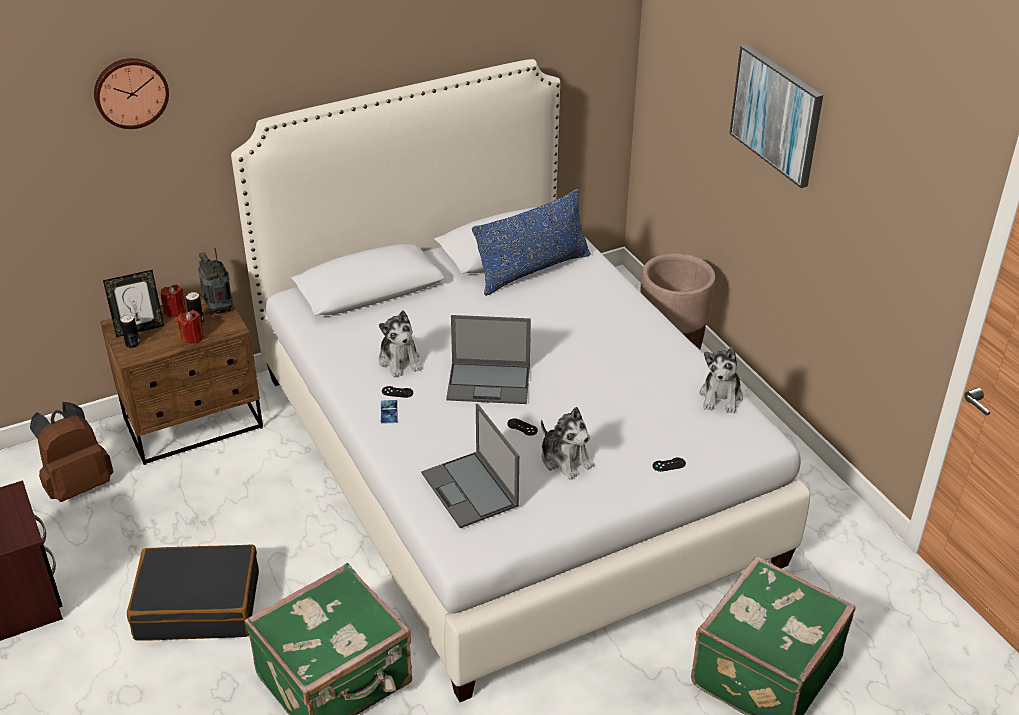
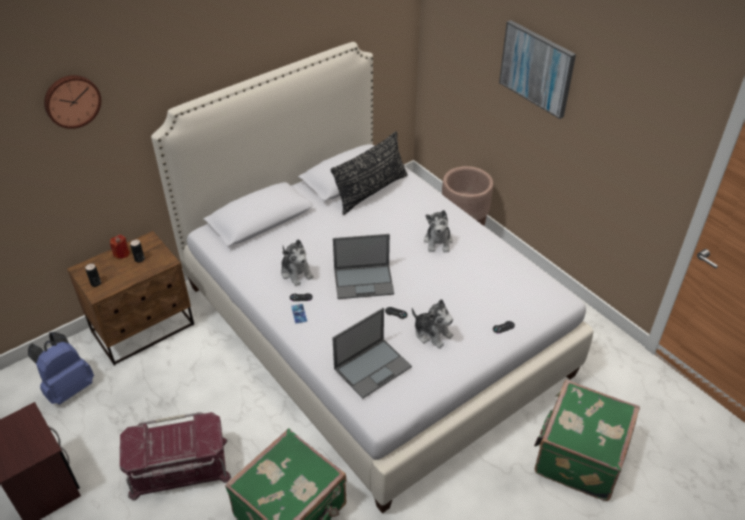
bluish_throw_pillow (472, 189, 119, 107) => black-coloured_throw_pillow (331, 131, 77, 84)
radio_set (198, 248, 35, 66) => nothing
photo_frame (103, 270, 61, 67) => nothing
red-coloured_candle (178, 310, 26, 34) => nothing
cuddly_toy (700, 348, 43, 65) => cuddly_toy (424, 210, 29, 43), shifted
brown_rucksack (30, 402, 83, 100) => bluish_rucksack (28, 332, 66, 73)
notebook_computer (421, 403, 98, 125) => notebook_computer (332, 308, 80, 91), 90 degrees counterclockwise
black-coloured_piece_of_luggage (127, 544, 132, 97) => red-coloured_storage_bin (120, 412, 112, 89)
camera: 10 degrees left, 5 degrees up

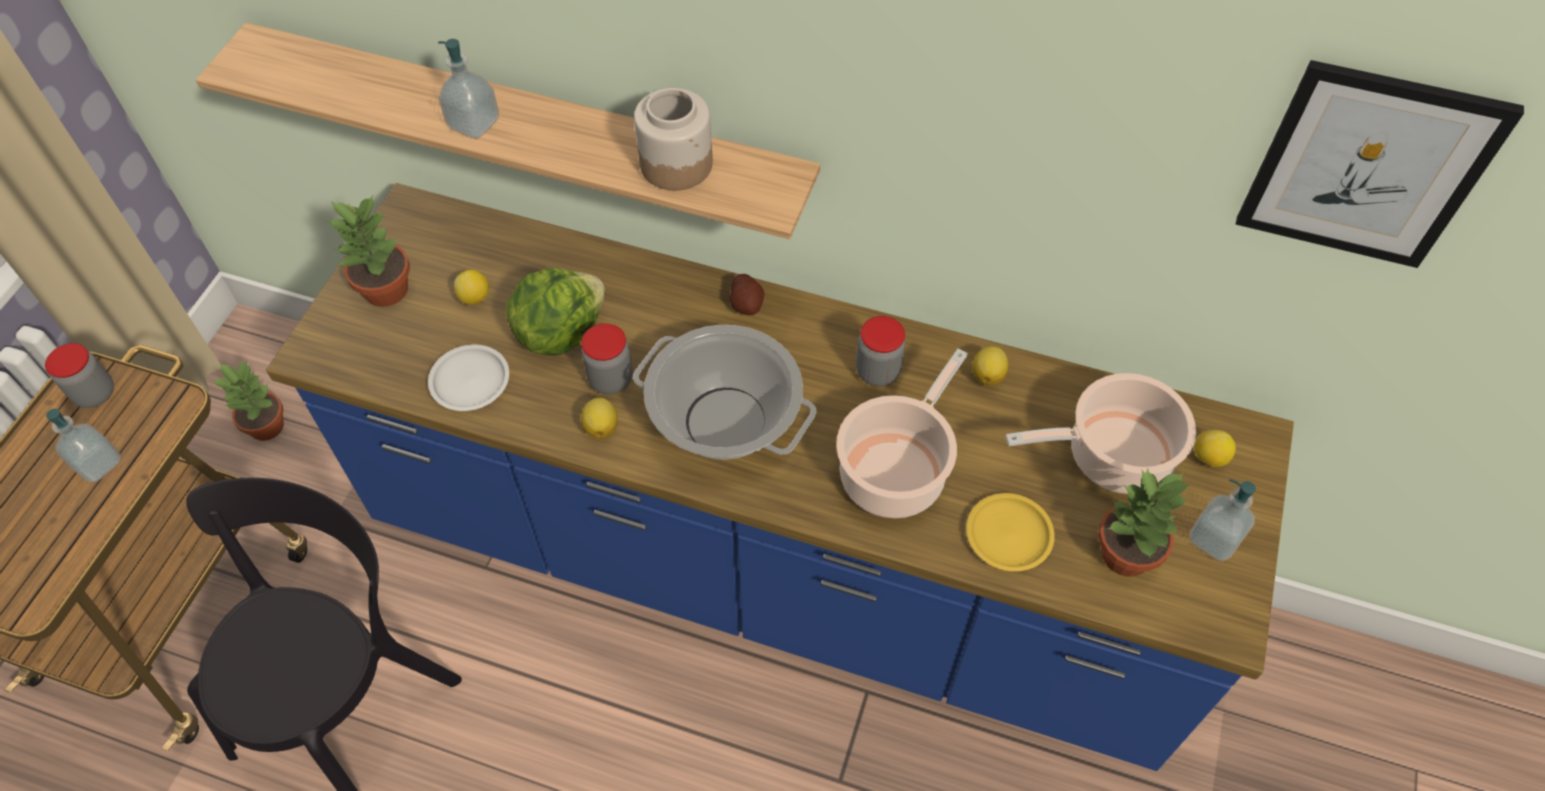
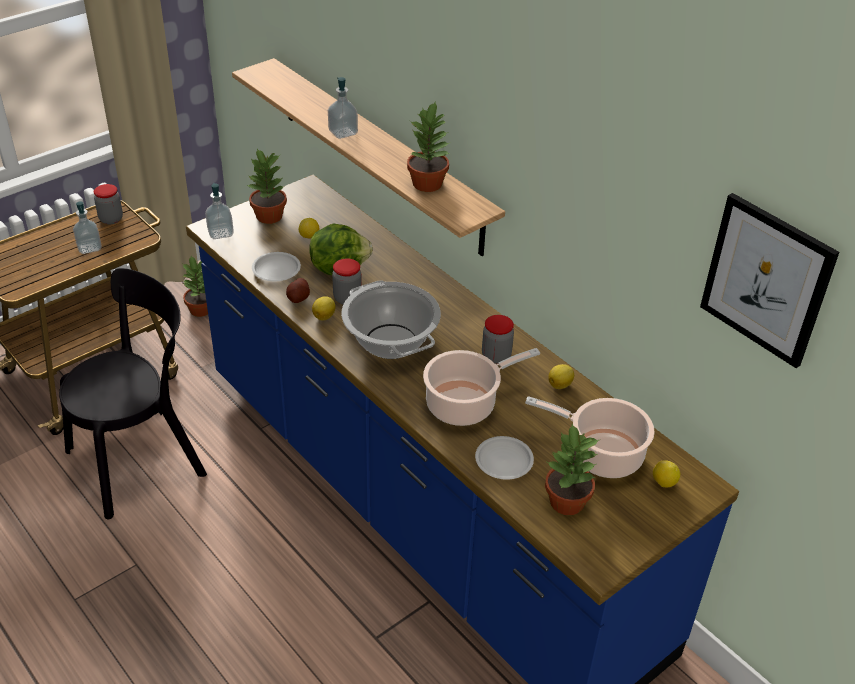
jar (634, 88, 79, 103) => houseplant (407, 101, 44, 91)
whole_potato (730, 274, 35, 41) => whole_potato (286, 278, 24, 25), shifted
liquid_soap_bottle (1189, 479, 67, 82) => liquid_soap_bottle (205, 183, 29, 56), shifted
yellowish_flat_dish (967, 493, 88, 78) => white_flat_dish (475, 436, 59, 44)
camera: 30 degrees right, 15 degrees down

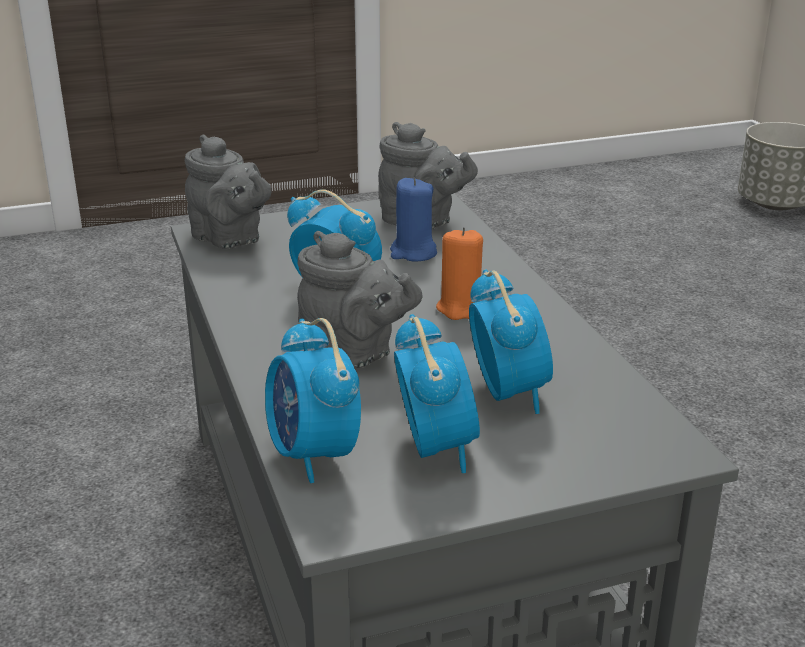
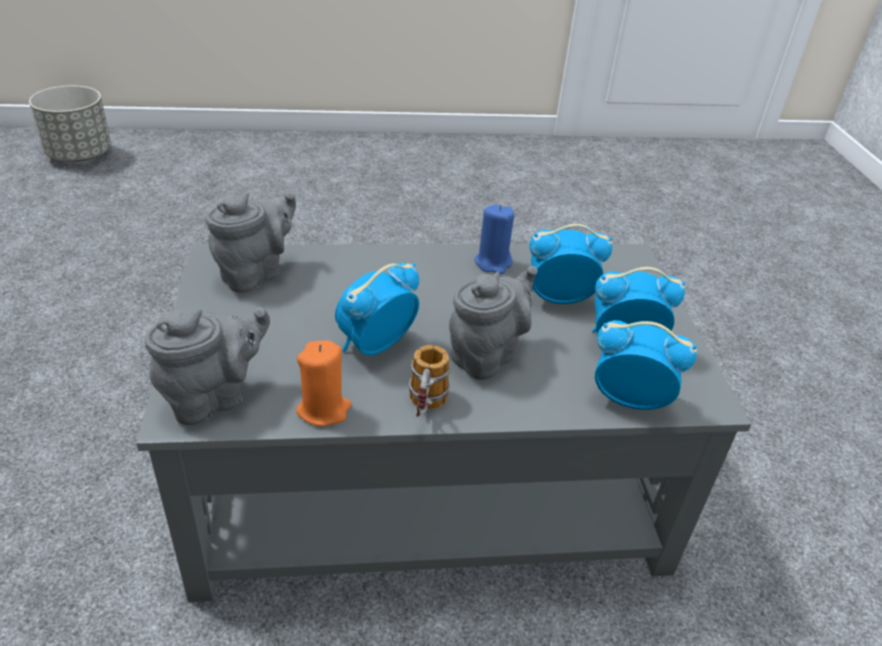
bluish_candle (390, 178, 47, 83) => bluish_candle (475, 204, 39, 70), shifted
orangey_candle (436, 227, 47, 93) => orangey_candle (296, 340, 55, 86), shifted
bedside_clock (265, 318, 96, 165) => bedside_clock (595, 320, 102, 90), 150 degrees counterclockwise
nothing => tea_mug (409, 345, 42, 72)
camera: 80 degrees left, 10 degrees up

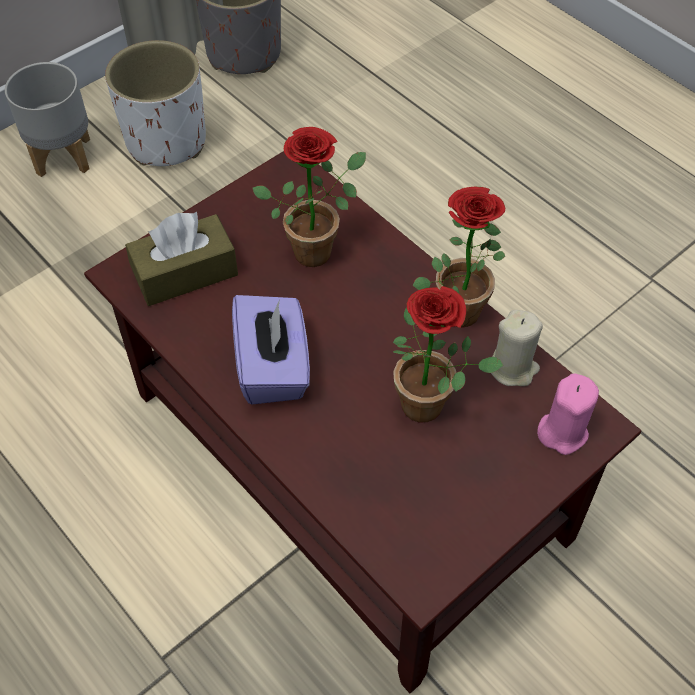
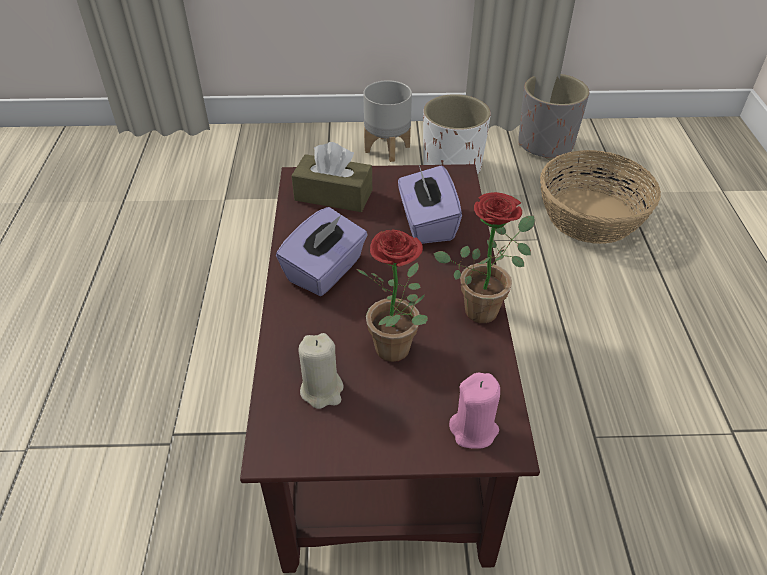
houseplant (252, 127, 114, 140) => purple-coloured_tissue_box (398, 165, 64, 79)
beige-coloured_candle (491, 310, 52, 76) => beige-coloured_candle (298, 333, 46, 76), shifted
nothing => basket (540, 150, 121, 94)
camera: 40 degrees right, 10 degrees down

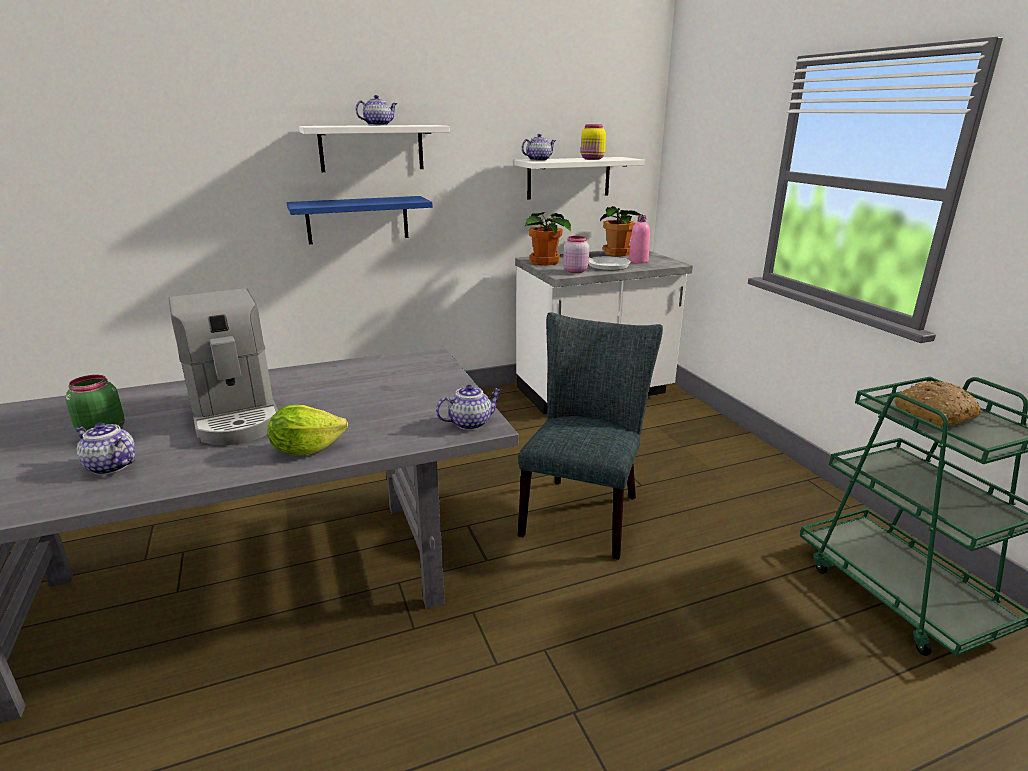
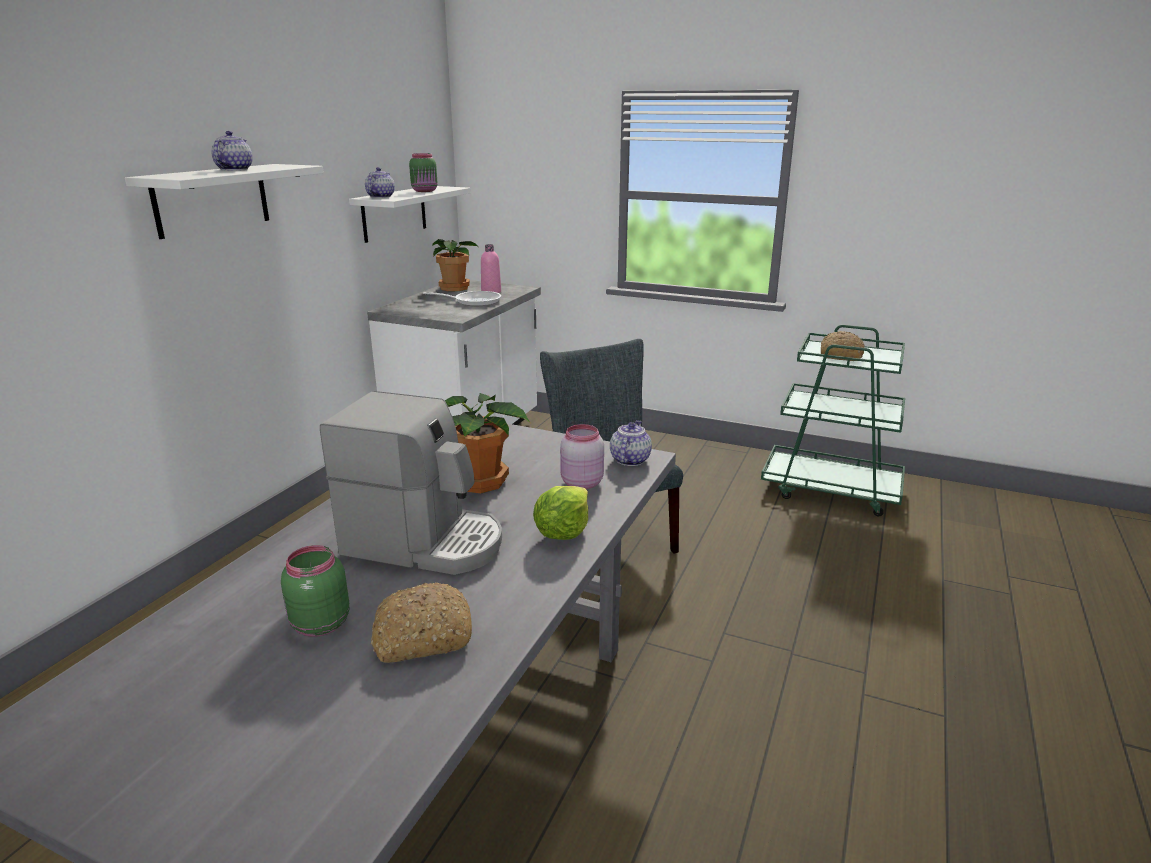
yellowish_jar (581, 124, 25, 36) => green_jar (409, 153, 29, 39)
bluish_wall_shelf (287, 196, 146, 48) => nothing
houseplant (524, 212, 47, 54) => houseplant (445, 393, 85, 100), shifted
pink_jar (563, 236, 26, 37) => pink_jar (560, 424, 44, 65), shifted
pot_for_tea (75, 423, 60, 52) => bread (371, 582, 101, 81)
camera: 45 degrees left, 0 degrees up

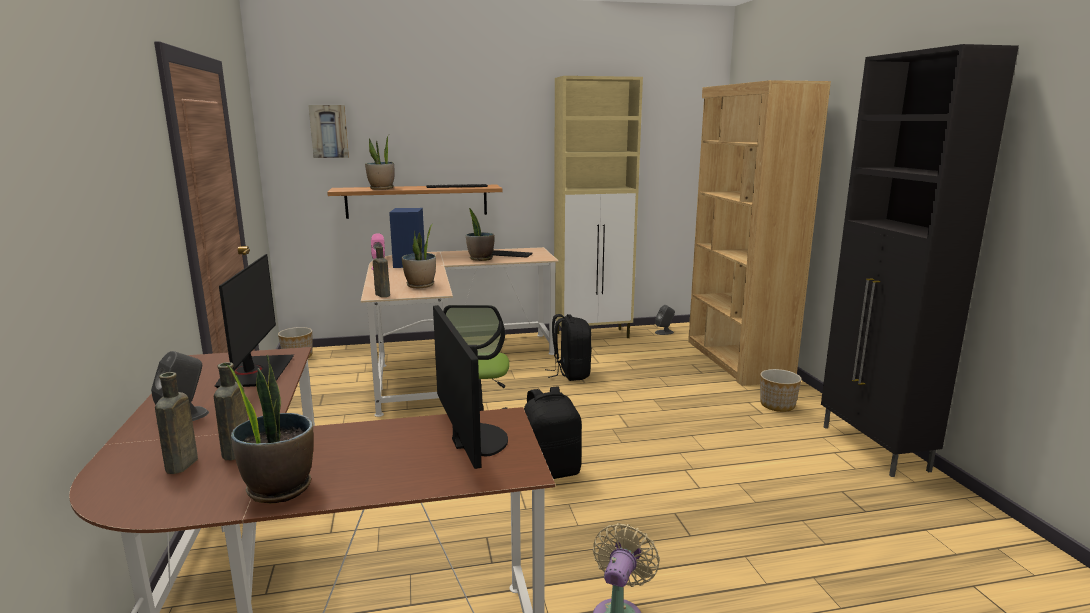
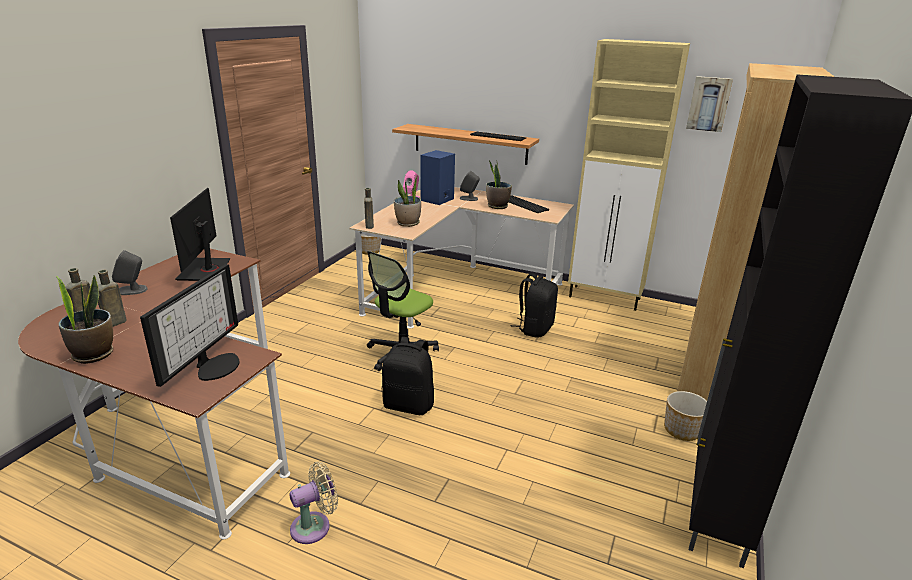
wall_picture (308, 105, 41, 53) => wall_picture (686, 76, 47, 56), shifted
houseplant (365, 136, 30, 54) => nothing
computer_screen (215, 254, 79, 134) => computer_screen (170, 188, 60, 93), 150 degrees clockwise
gray_loudspeaker (655, 305, 20, 30) => gray_loudspeaker (460, 171, 20, 30), shifted
camera: 35 degrees right, 10 degrees up

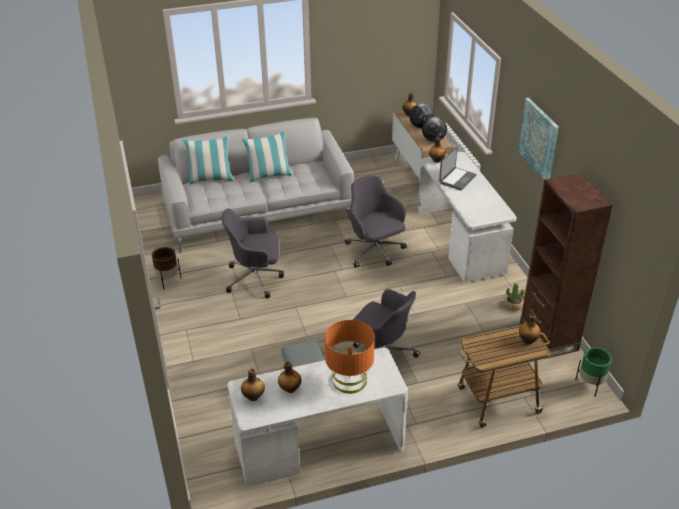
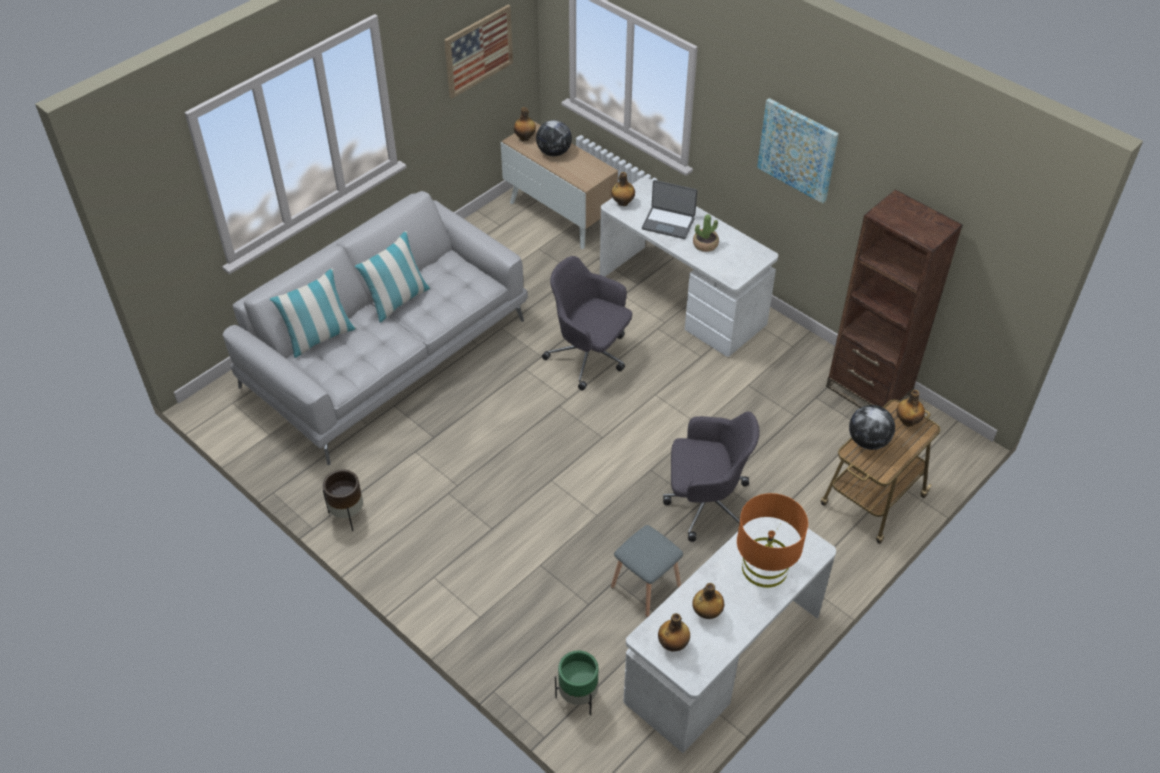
globe (422, 117, 25, 25) => globe (849, 405, 46, 45), shifted
notebook_computer (439, 147, 38, 43) => notebook_computer (642, 180, 55, 59), 105 degrees clockwise
gray_desk_chair (221, 208, 63, 91) => nothing
houseplant (504, 283, 20, 28) => houseplant (693, 215, 26, 37), shifted
green_flower_pot (575, 347, 37, 50) => green_flower_pot (555, 650, 43, 65), shifted
nothing => wall_picture (444, 5, 69, 94)
camera: 30 degrees left, 10 degrees up

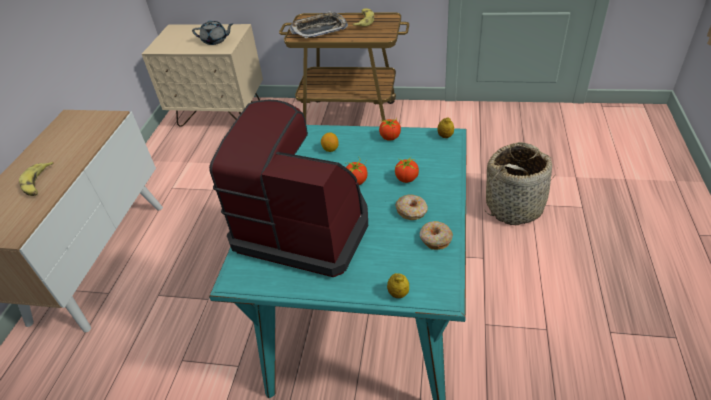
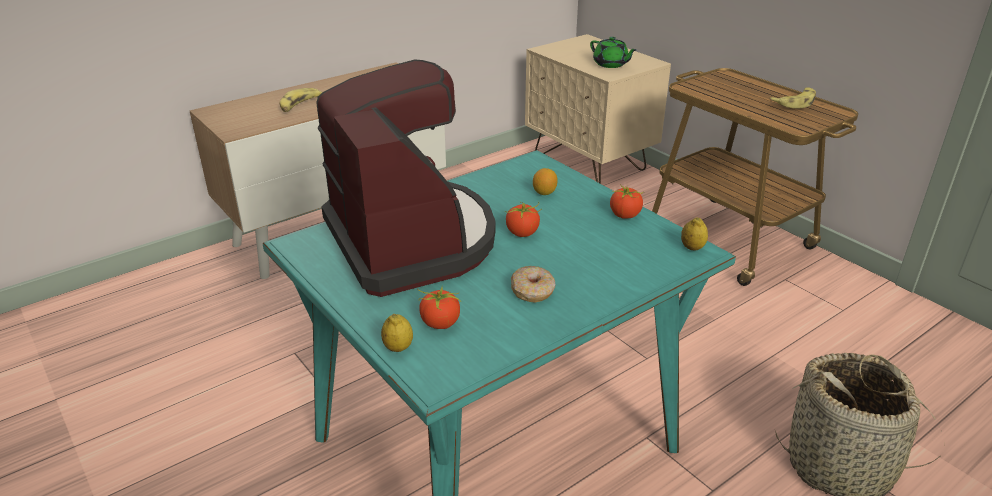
tray (289, 11, 59, 28) => nothing
gray_pot_for_tea (192, 20, 41, 25) => green_pot_for_tea (590, 37, 47, 31)
whole_tomato (394, 157, 25, 26) => whole_tomato (417, 287, 44, 42), shifted
ring_doughnut (420, 221, 33, 29) => nothing
camera: 40 degrees right, 10 degrees down

